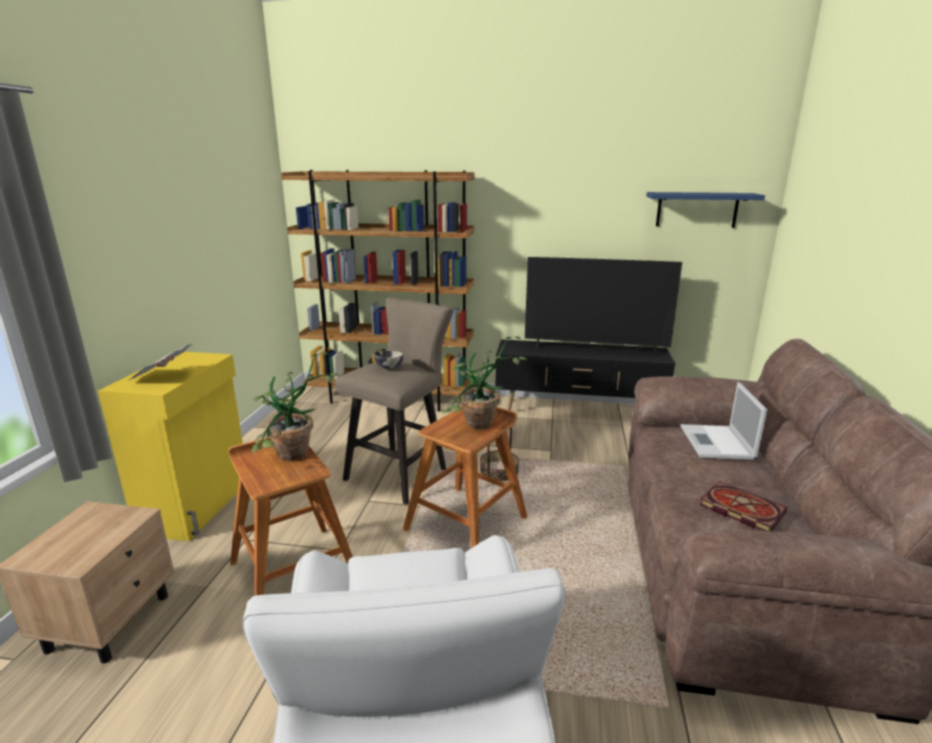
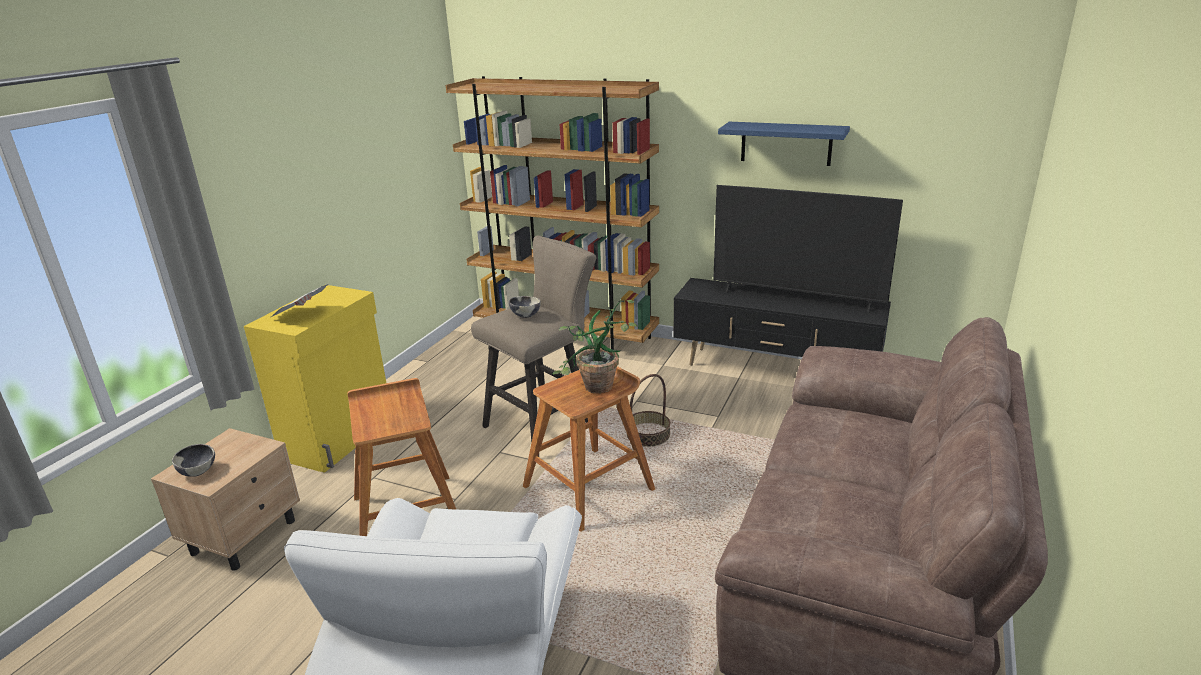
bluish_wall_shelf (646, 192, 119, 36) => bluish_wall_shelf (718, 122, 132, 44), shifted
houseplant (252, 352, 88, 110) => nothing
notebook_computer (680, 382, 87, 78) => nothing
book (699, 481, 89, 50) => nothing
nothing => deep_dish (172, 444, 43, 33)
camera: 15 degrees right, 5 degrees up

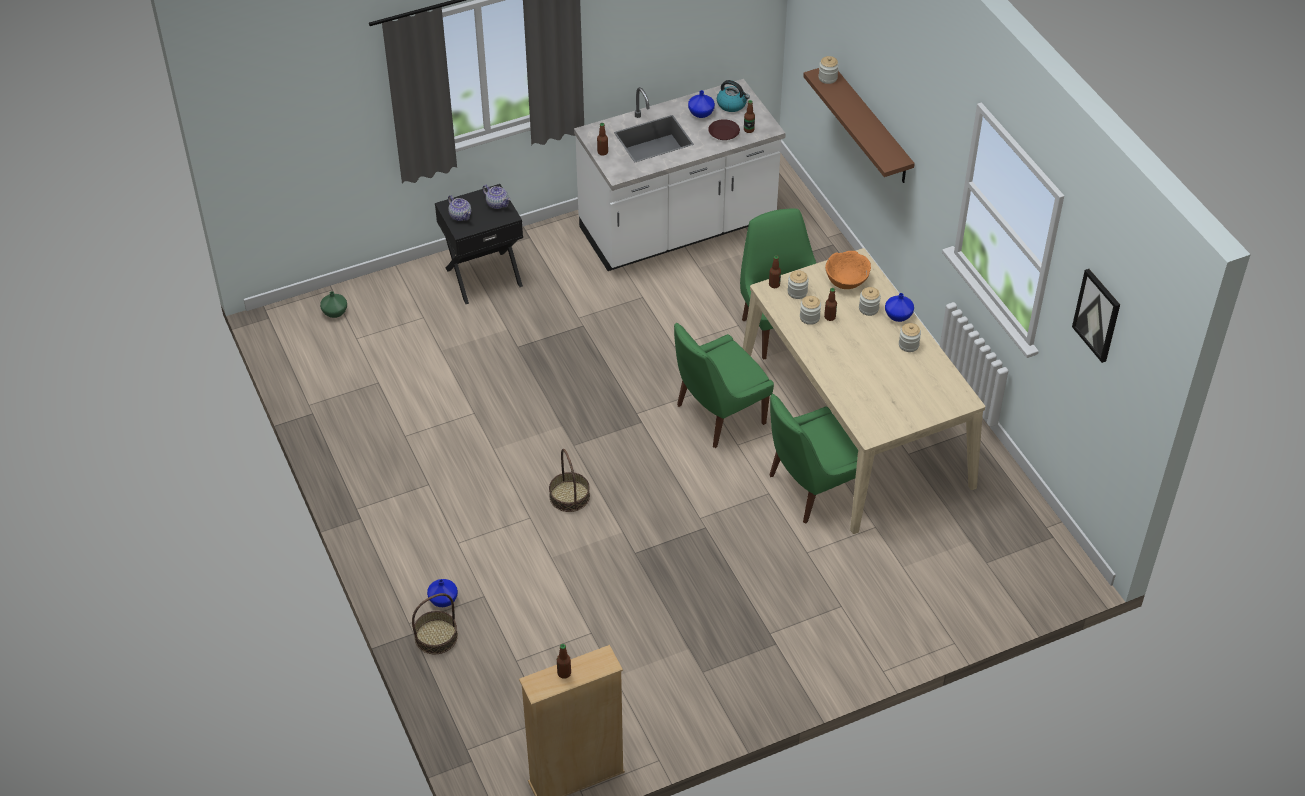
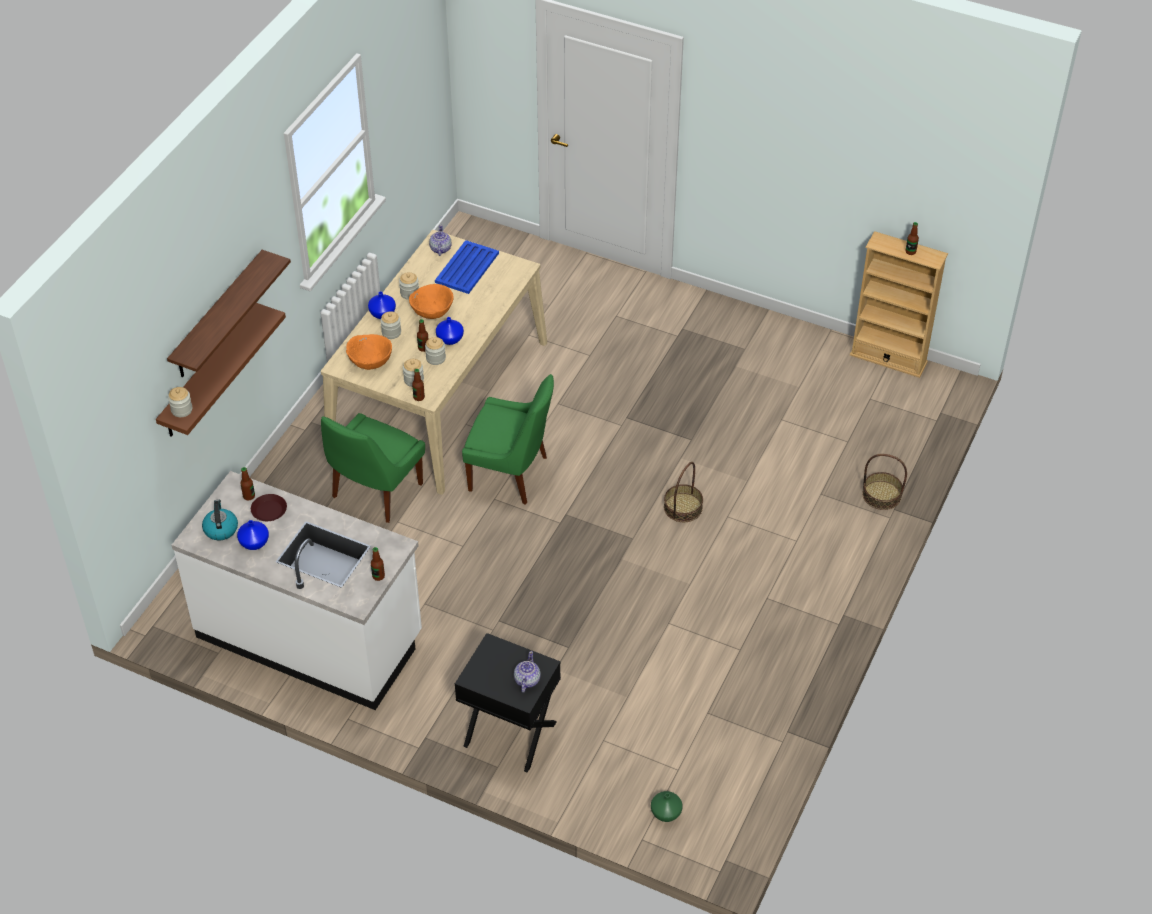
pot_for_tea (483, 185, 28, 24) => pot_for_tea (429, 225, 23, 31), shifted
wall_picture (1072, 269, 48, 94) => nothing
green_chair (770, 394, 88, 130) => nothing
bluish_decorative_vase (427, 579, 31, 28) => bluish_decorative_vase (436, 317, 28, 28), shifted
nothing => bluish_tray (435, 240, 64, 54)
nothing => wall_shelf (167, 250, 124, 127)
nothing => orangey_deep_dish (409, 284, 44, 35)
camera: 130 degrees left, 0 degrees up

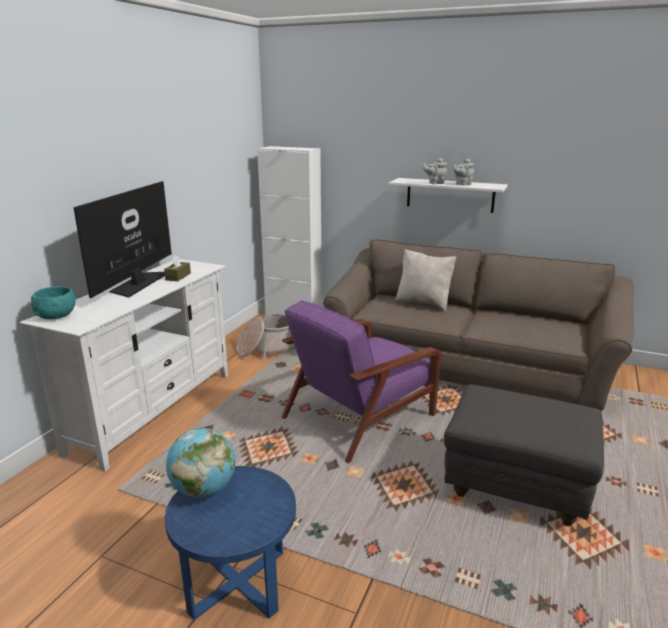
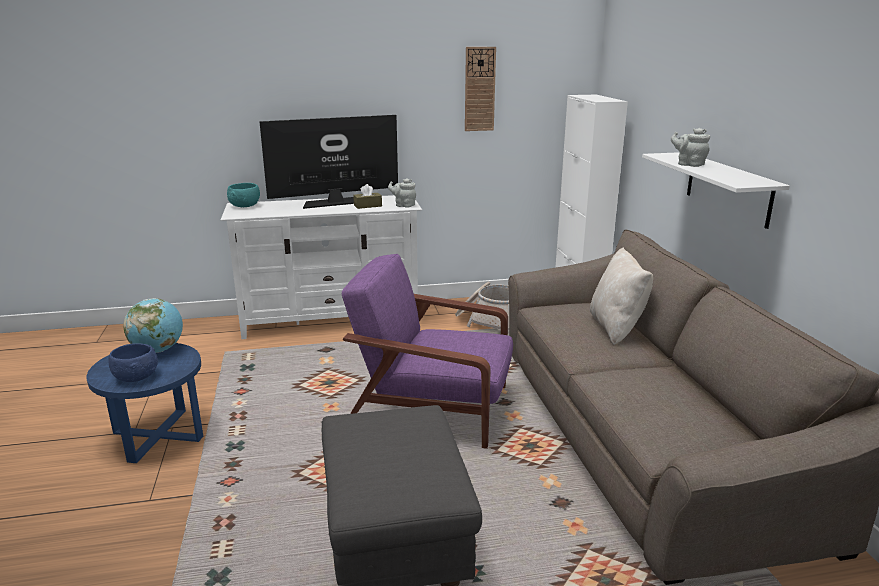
gray_pot_for_tea (453, 159, 21, 26) => gray_pot_for_tea (388, 178, 28, 30), shifted
nothing => wall_clock (465, 47, 31, 84)
nothing => bluish_deep_dish (108, 343, 50, 39)
camera: 55 degrees right, 0 degrees up

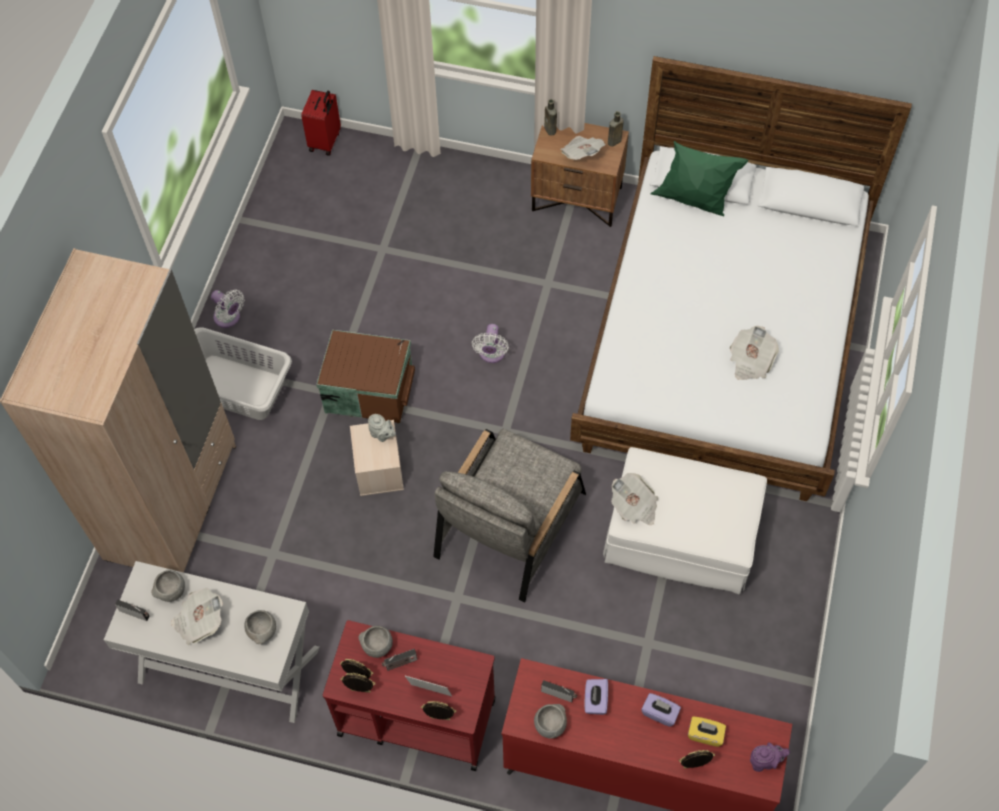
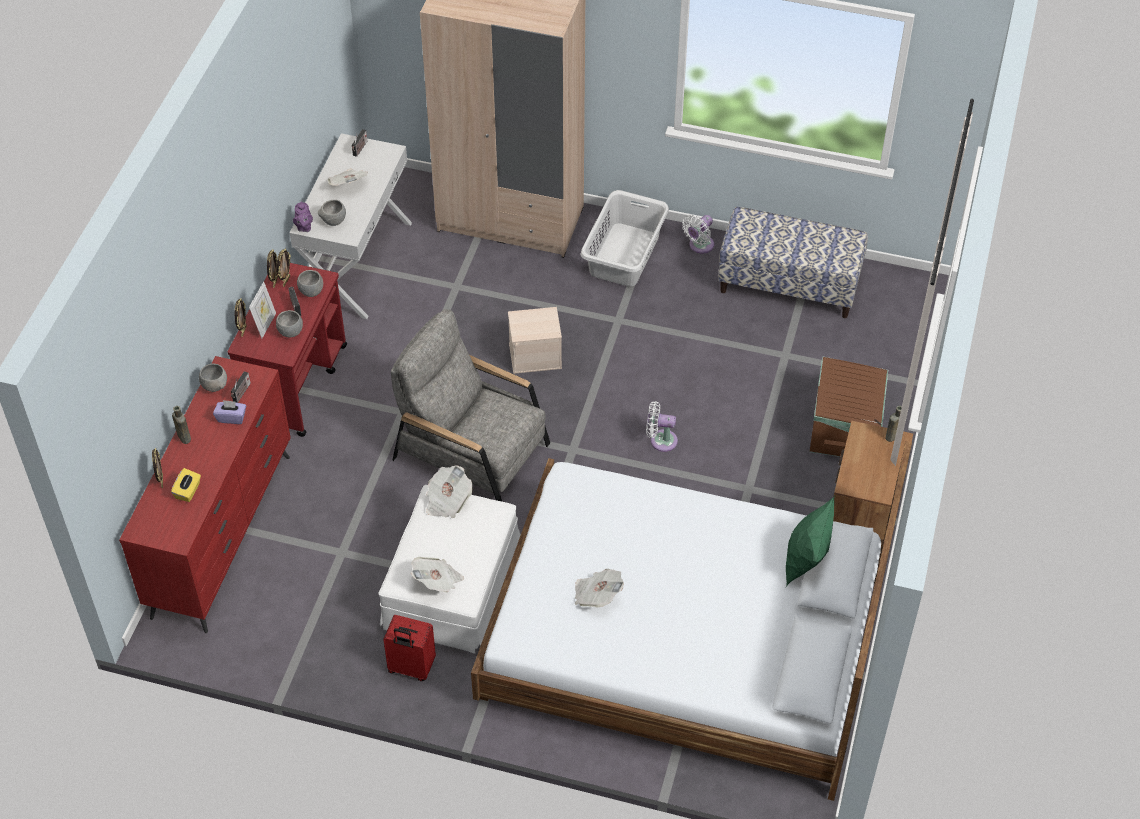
red-coloured_piece_of_luggage (301, 90, 40, 66) => red-coloured_piece_of_luggage (383, 615, 53, 66), shifted
brown_beverage_bottle (608, 111, 16, 36) => brown_beverage_bottle (172, 406, 19, 38), shifted
daily_paper (560, 136, 45, 24) => daily_paper (411, 557, 53, 36), shifted
brown_storage_bin (316, 330, 99, 94) => brown_storage_bin (810, 356, 78, 101), shifted
gray_pot_for_tea (368, 414, 28, 28) => nothing
gray_deep_dish (151, 570, 34, 32) => gray_deep_dish (276, 310, 27, 27), shifted
purple-coloured_tissue_box (641, 693, 40, 34) => nothing
purple-coloured_pot_for_tea (750, 742, 40, 30) => purple-coloured_pot_for_tea (293, 201, 20, 31), shifted
nothing => indoor_bench (718, 207, 150, 111)
camera: 90 degrees right, 10 degrees down

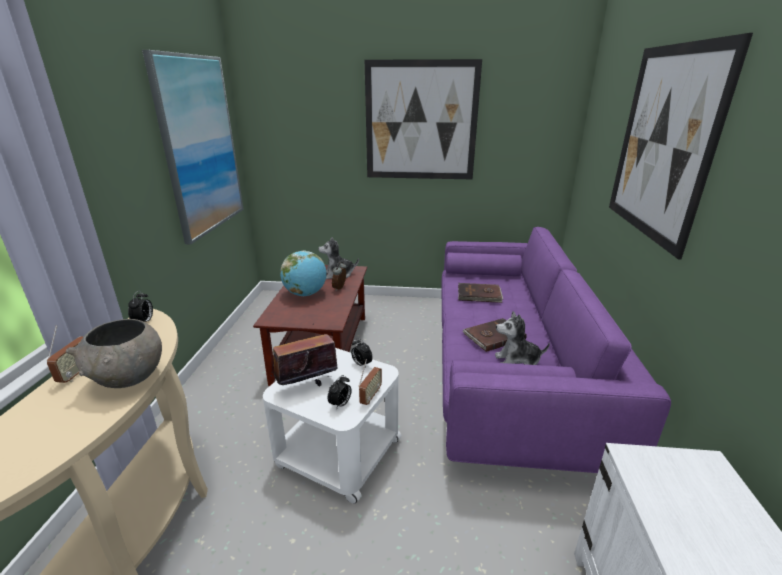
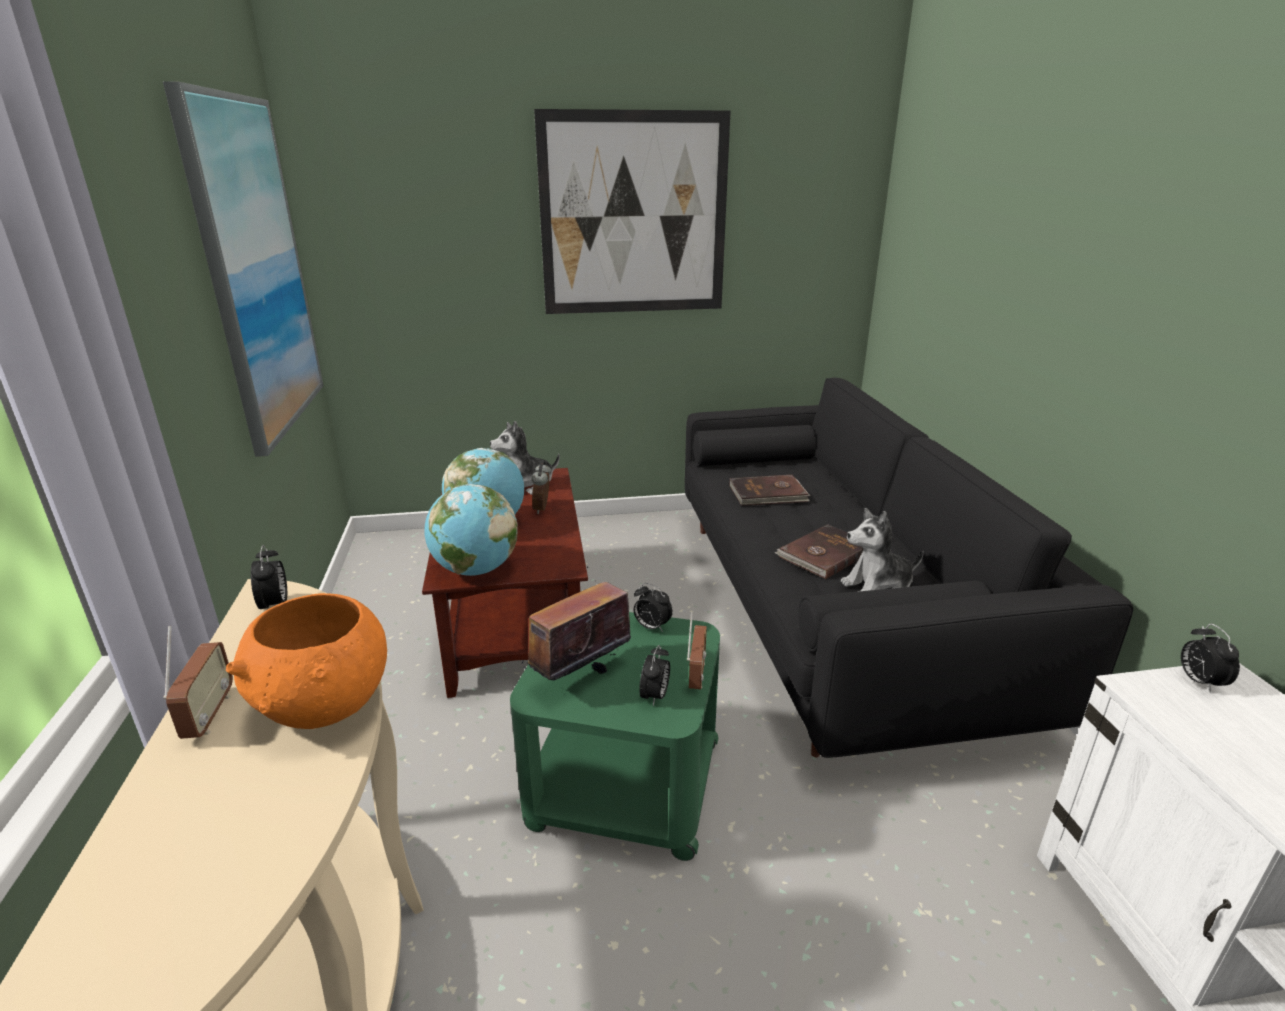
wall_picture (609, 33, 144, 226) => nothing
purple-coloured_sofa (441, 227, 230, 246) => black-coloured_sofa (685, 378, 448, 380)
gray_deep_dish (65, 319, 97, 69) => orangey_deep_dish (226, 593, 161, 136)
white_accent_table (263, 348, 139, 156) => green_accent_table (510, 612, 210, 249)
nothing => globe (424, 484, 94, 92)
nothing => bedside_clock (1181, 624, 59, 69)
camera: 15 degrees left, 0 degrees up

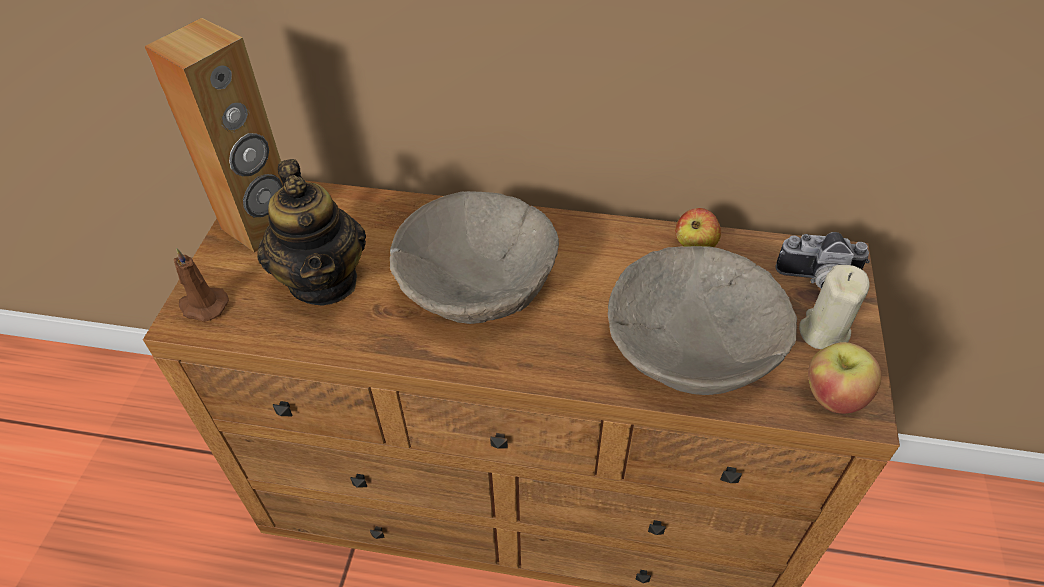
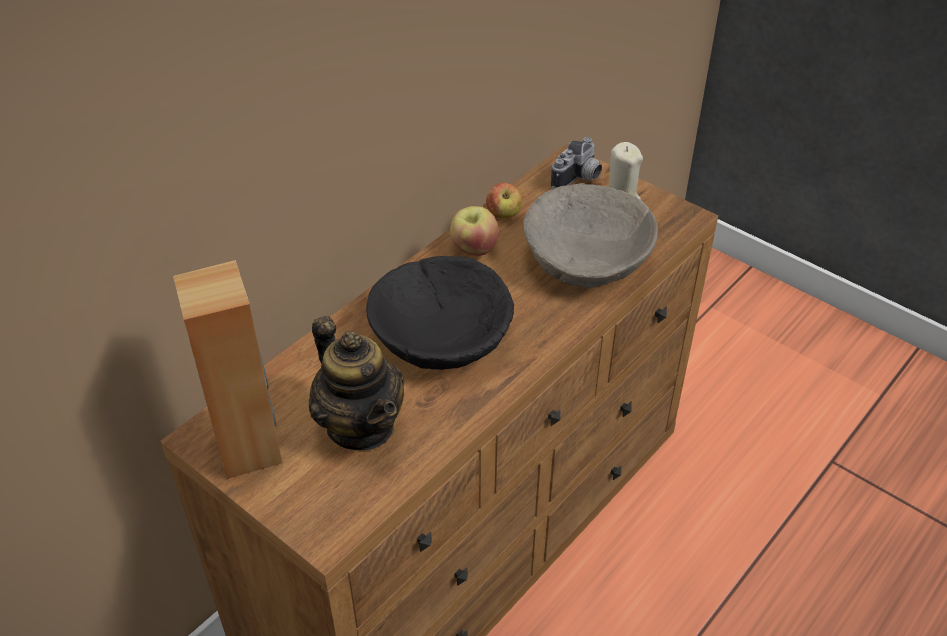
pot_for_tea (257, 159, 109, 146) => pot_for_tea (309, 316, 95, 134), 45 degrees clockwise
beige-coloured_deep_dish (390, 191, 169, 133) => black-coloured_deep_dish (366, 256, 148, 114)
brown_candle (174, 248, 55, 74) => nothing
apple_fruit (808, 342, 73, 72) => apple_fruit (450, 206, 49, 50), shifted
camera: 60 degrees left, 5 degrees down

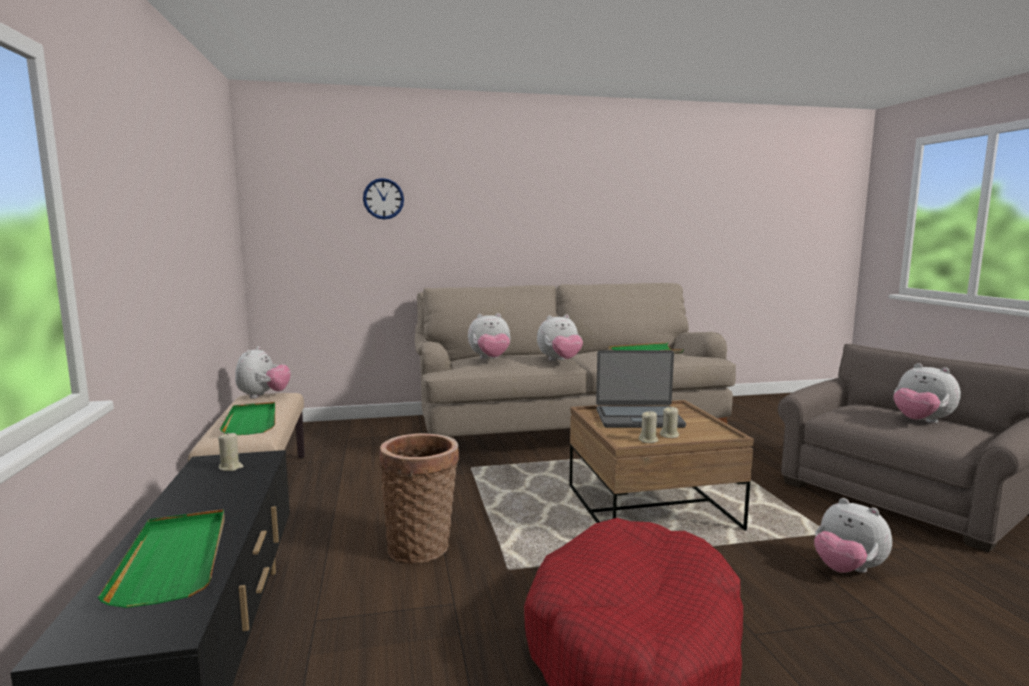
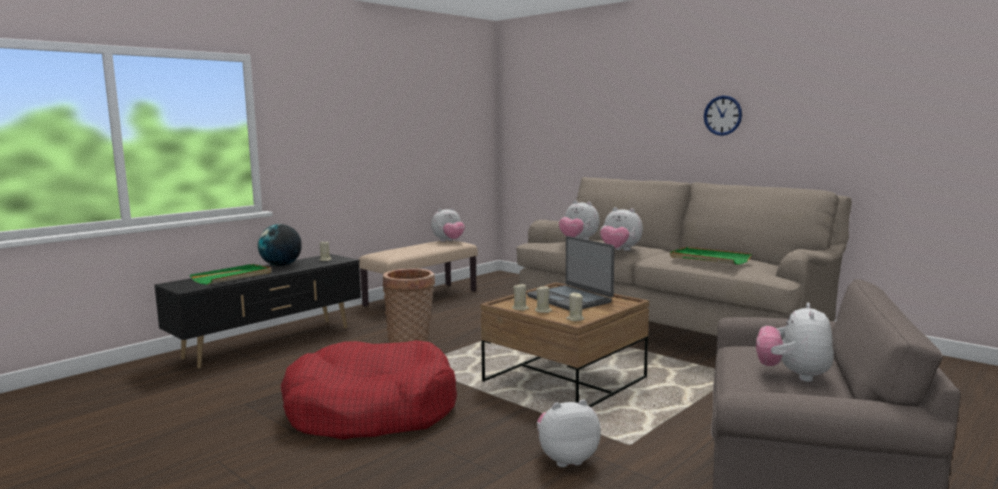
wall_clock (363, 178, 41, 42) => wall_clock (704, 95, 38, 41), shifted
green_tray (220, 402, 55, 33) => nothing
cuddly_toy (814, 498, 78, 75) => cuddly_toy (537, 399, 64, 68), 60 degrees clockwise
nothing => globe (258, 224, 44, 42)
nothing => beige-coloured_candle (566, 292, 18, 29)
camera: 55 degrees right, 0 degrees up

